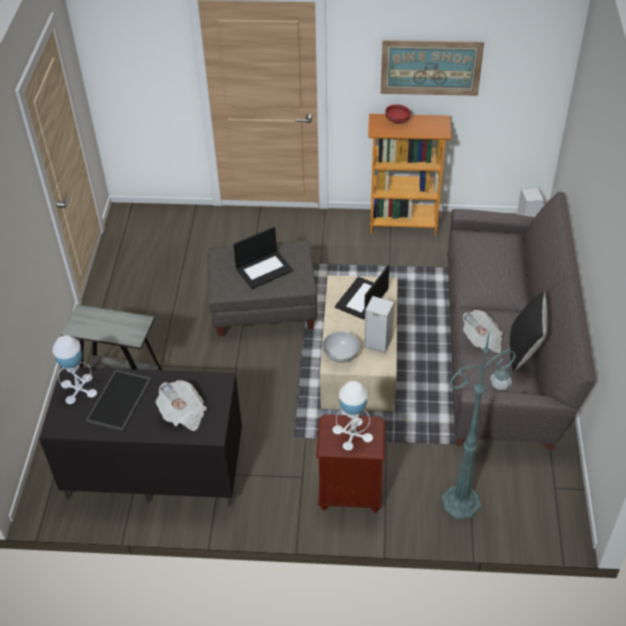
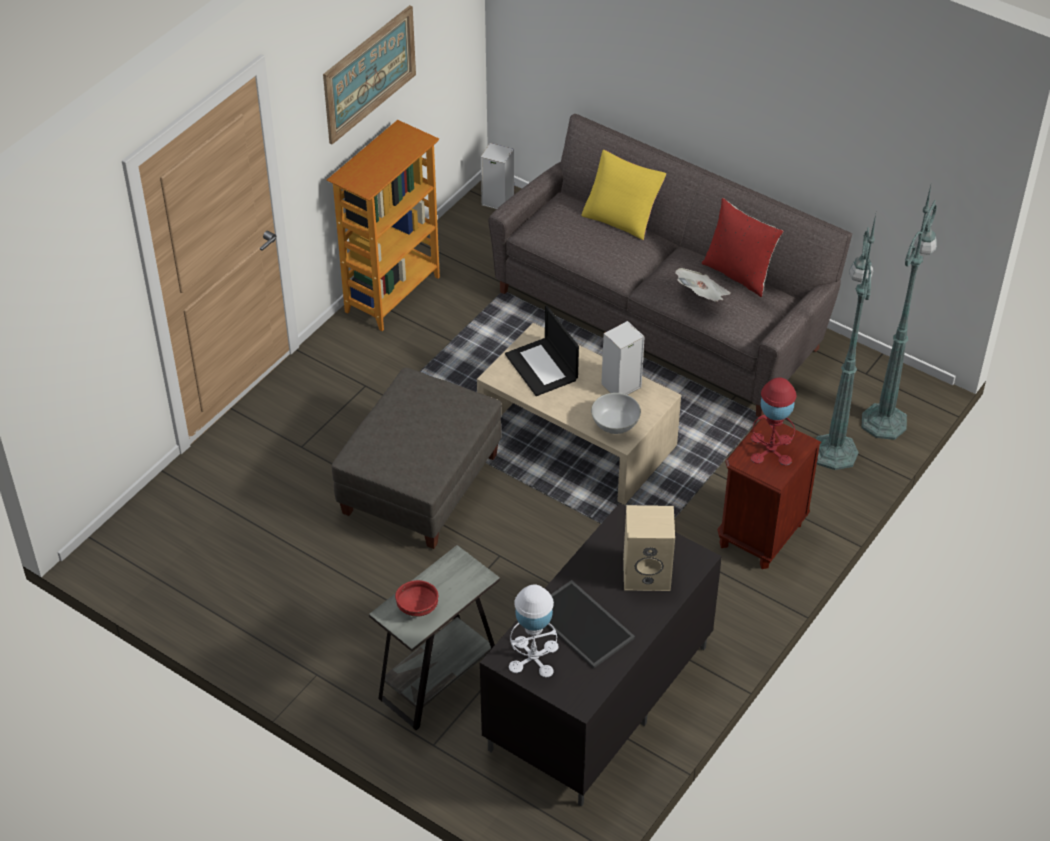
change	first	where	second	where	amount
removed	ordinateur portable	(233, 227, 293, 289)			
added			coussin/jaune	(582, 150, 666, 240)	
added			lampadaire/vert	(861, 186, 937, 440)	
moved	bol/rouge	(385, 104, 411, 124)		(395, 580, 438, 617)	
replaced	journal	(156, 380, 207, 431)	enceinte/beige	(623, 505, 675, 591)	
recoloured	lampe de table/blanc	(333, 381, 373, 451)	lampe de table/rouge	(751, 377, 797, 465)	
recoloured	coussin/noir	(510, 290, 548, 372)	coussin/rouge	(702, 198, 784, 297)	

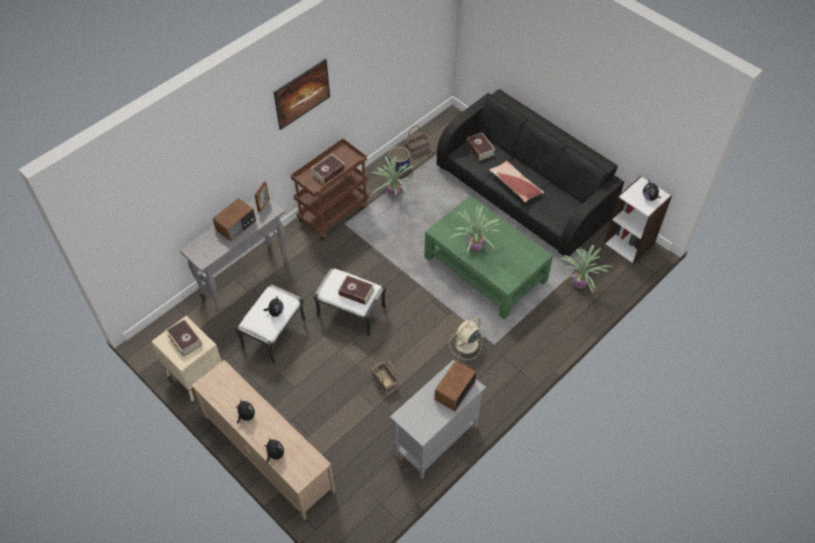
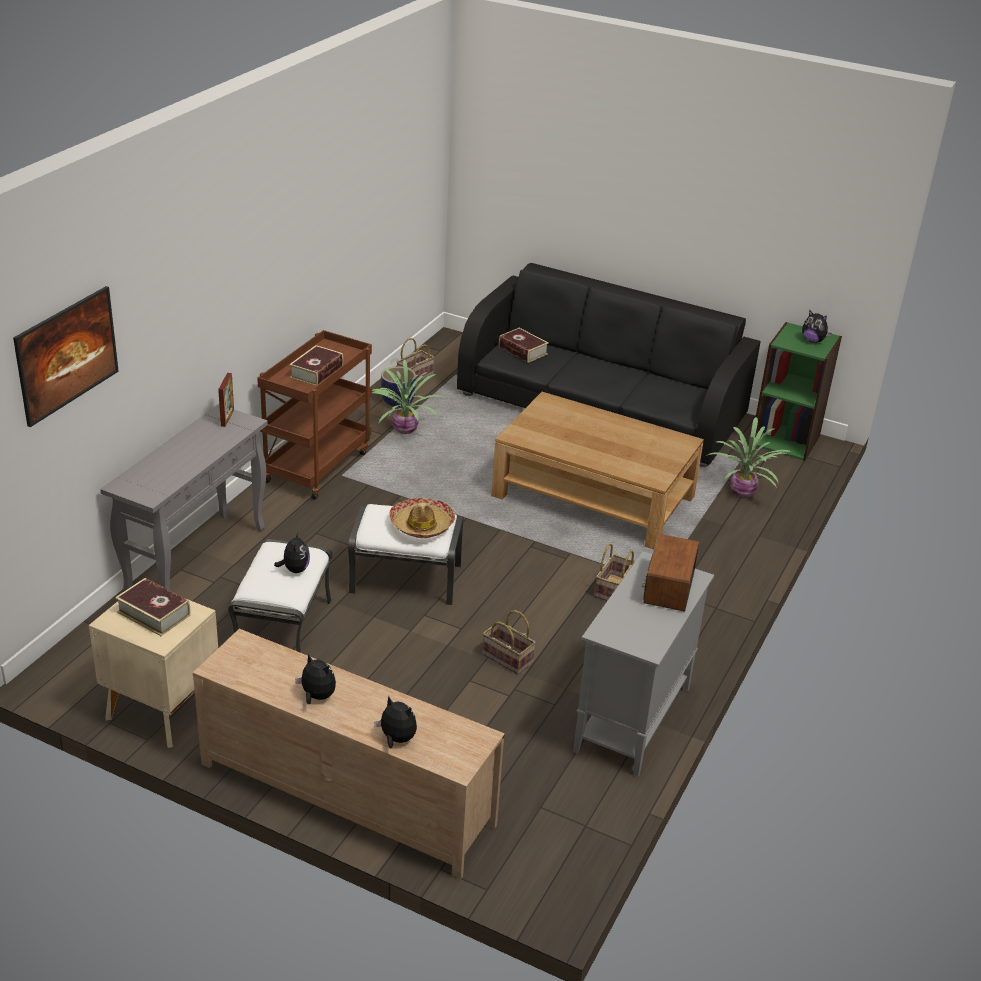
change	first	where	second	where	amount
removed	radio	(213, 198, 256, 241)			
removed	plante en pot	(449, 205, 499, 253)			
removed	coussin	(489, 161, 544, 202)			
moved	tableau	(273, 59, 330, 130)		(13, 286, 119, 427)	
replaced	livre	(338, 275, 374, 305)	chapeau	(390, 498, 455, 538)	
replaced	ventilateur/beige	(449, 317, 484, 360)	panier	(595, 543, 635, 601)	
recoloured	table basse/vert	(424, 196, 553, 320)	table basse/marron	(492, 392, 704, 549)	
recoloured	bibliothèque/blanc	(604, 176, 672, 264)	bibliothèque/vert	(755, 322, 842, 461)	

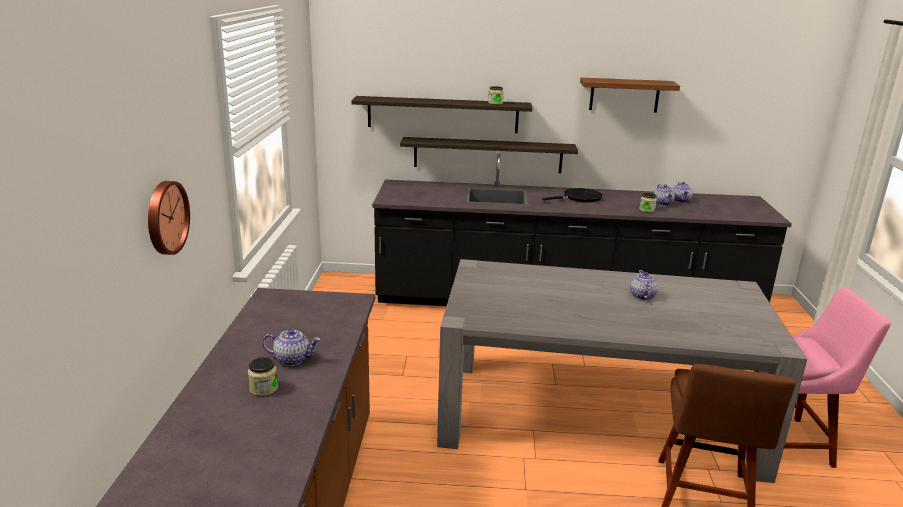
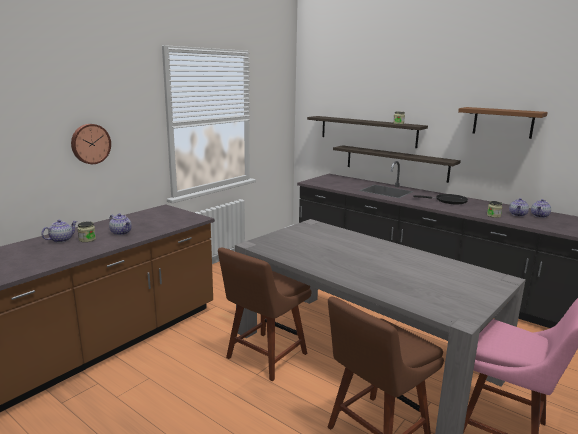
change	first	where	second	where	amount
added			chaise/marron	(218, 248, 311, 382)	
moved	théière	(630, 270, 658, 300)		(41, 220, 77, 243)	

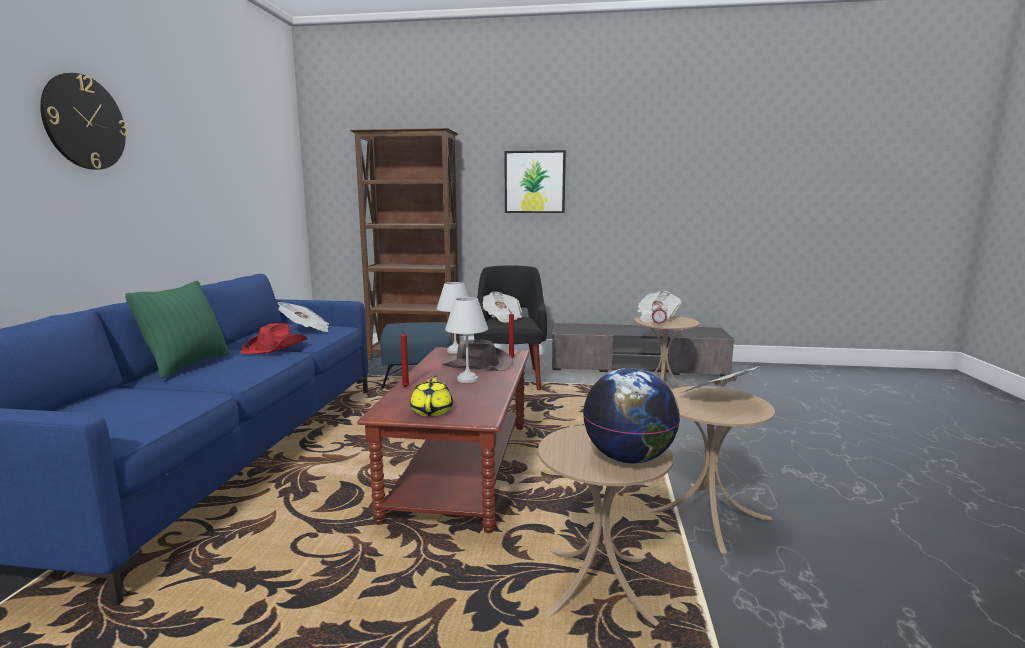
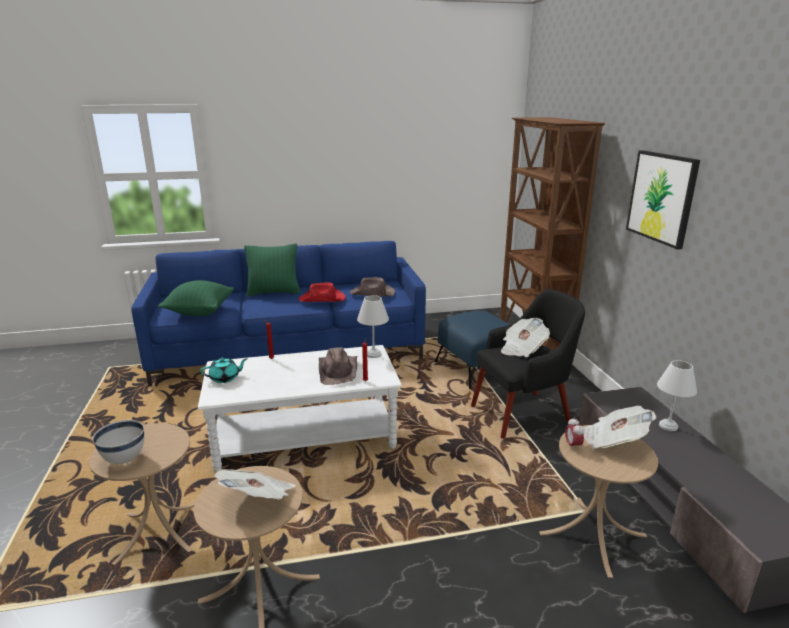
change	first	where	second	where	amount
removed	horloge murale	(40, 73, 128, 170)			
added			coussin/vert	(158, 280, 234, 316)	
moved	lampe de table/blanc	(445, 297, 488, 383)		(657, 360, 697, 431)	
replaced	journal	(278, 302, 329, 332)	chapeau/marron	(350, 277, 395, 297)	
replaced	globe	(583, 368, 680, 463)	bol/blanc	(92, 420, 144, 464)	
recoloured	table basse/marron	(357, 347, 530, 533)	table basse/blanc	(198, 345, 402, 472)	
recoloured	théière/jaune	(410, 376, 453, 416)	théière/turquoise	(200, 358, 247, 383)	

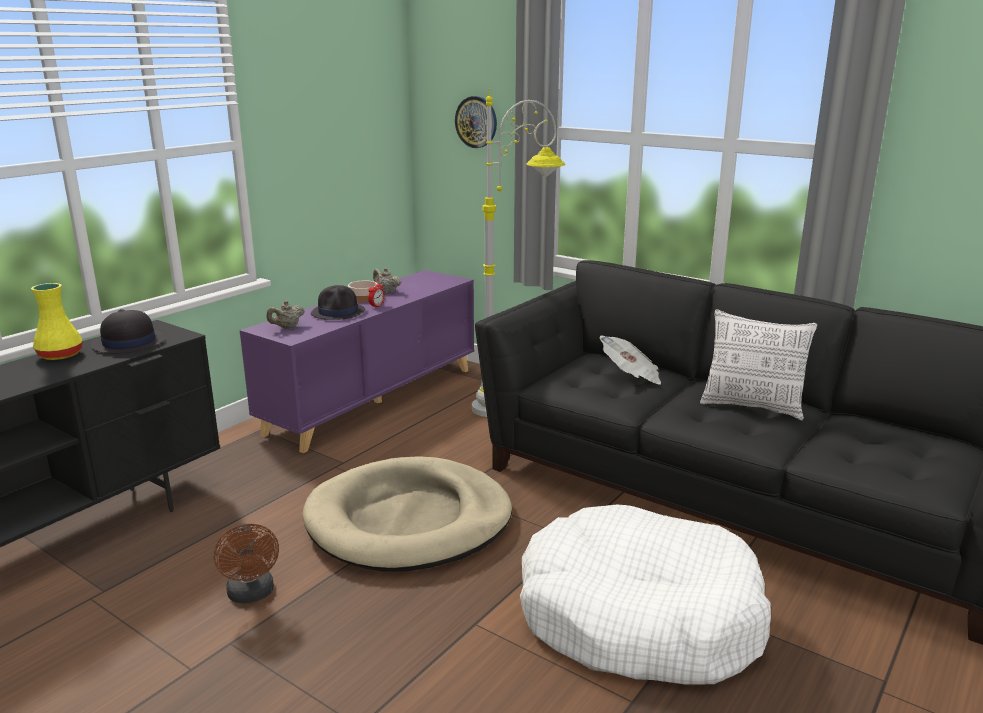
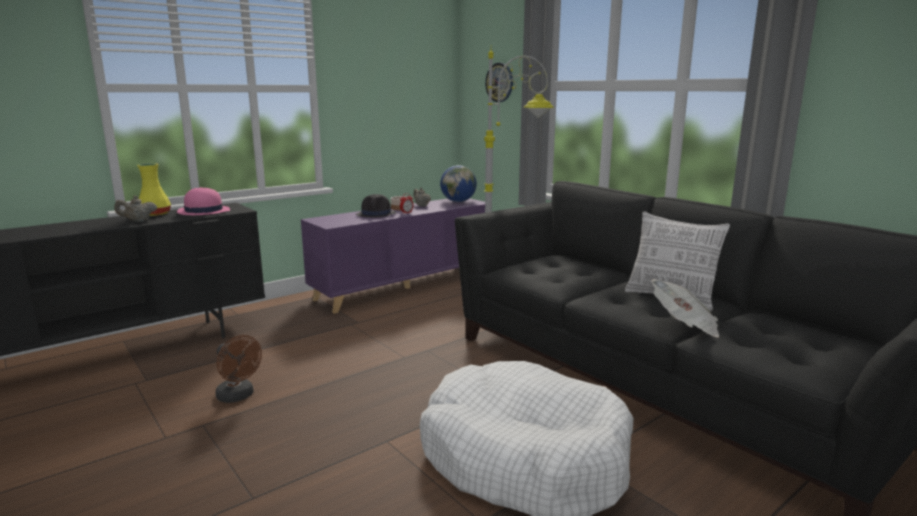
change	first	where	second	where	amount
removed	panier pour chien/beige	(302, 456, 512, 572)			
added			globe	(440, 165, 477, 202)	
moved	théière/beige	(267, 301, 305, 329)		(114, 196, 157, 222)	
moved	journal	(599, 336, 661, 384)		(652, 279, 719, 337)	
recoloured	chapeau/noir	(91, 309, 166, 353)	chapeau/rose	(177, 187, 230, 215)	
turned	ventilateur/marron	(214, 523, 279, 604)		(215, 335, 262, 403)	45 degrees counterclockwise

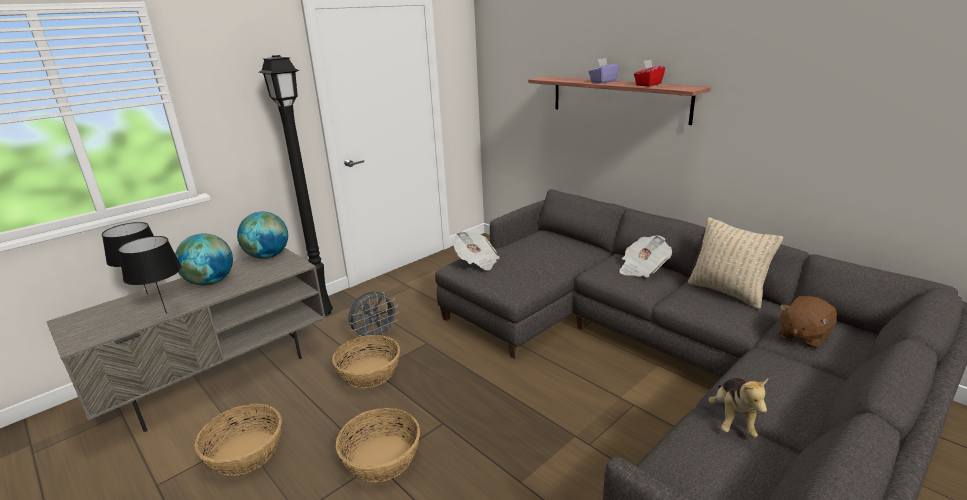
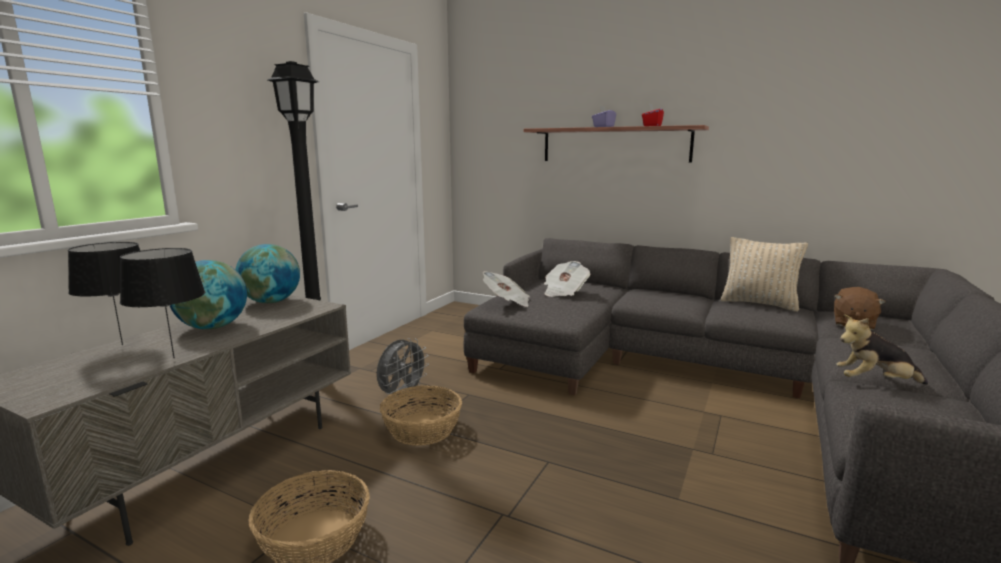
change	first	where	second	where	amount
removed	panier	(336, 408, 420, 482)			
moved	journal	(619, 236, 672, 278)		(544, 261, 590, 297)	
turned	peluche	(708, 378, 768, 438)		(836, 314, 928, 385)	105 degrees clockwise

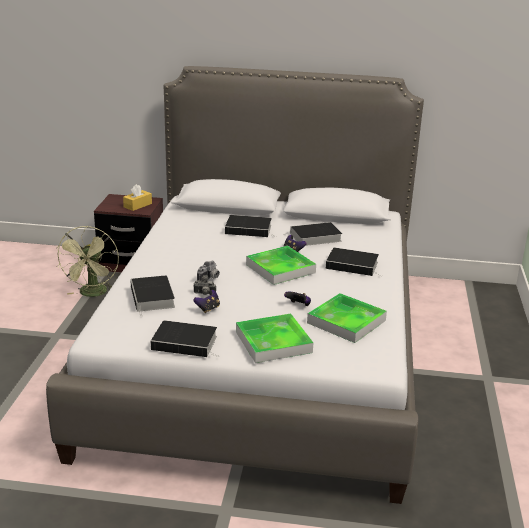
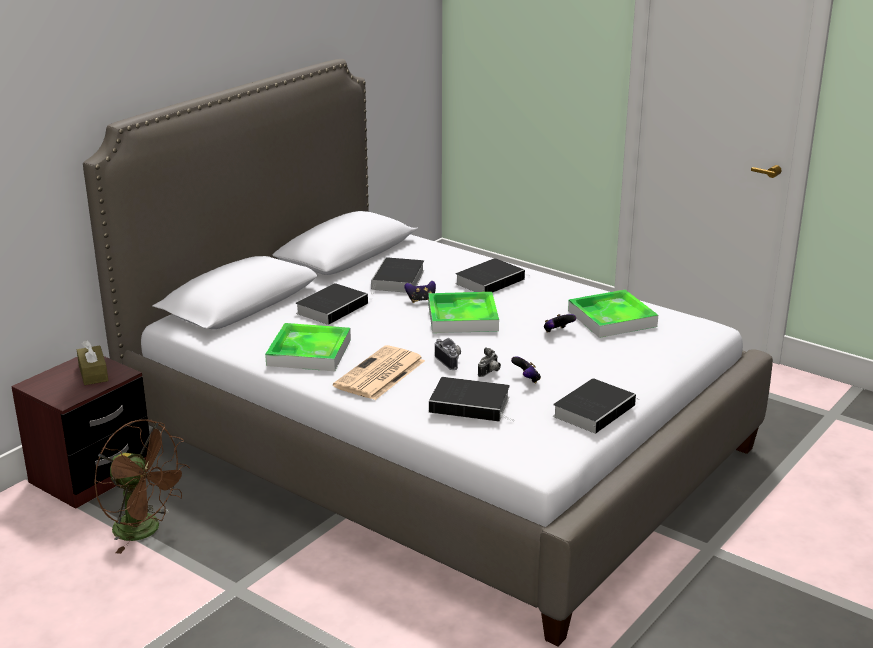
change	first	where	second	where	amount
added			journal	(333, 345, 425, 400)	
moved	plateau	(236, 314, 313, 363)		(265, 323, 351, 371)	
recoloured	ventilateur/vert	(56, 226, 119, 297)	ventilateur/marron	(94, 419, 190, 554)	
recoloured	boîte à mouchoirs/jaune	(123, 184, 152, 211)	boîte à mouchoirs/marron	(77, 340, 108, 385)	

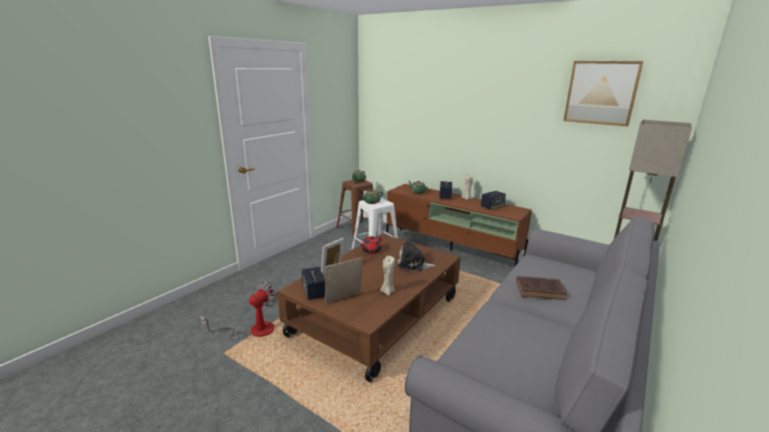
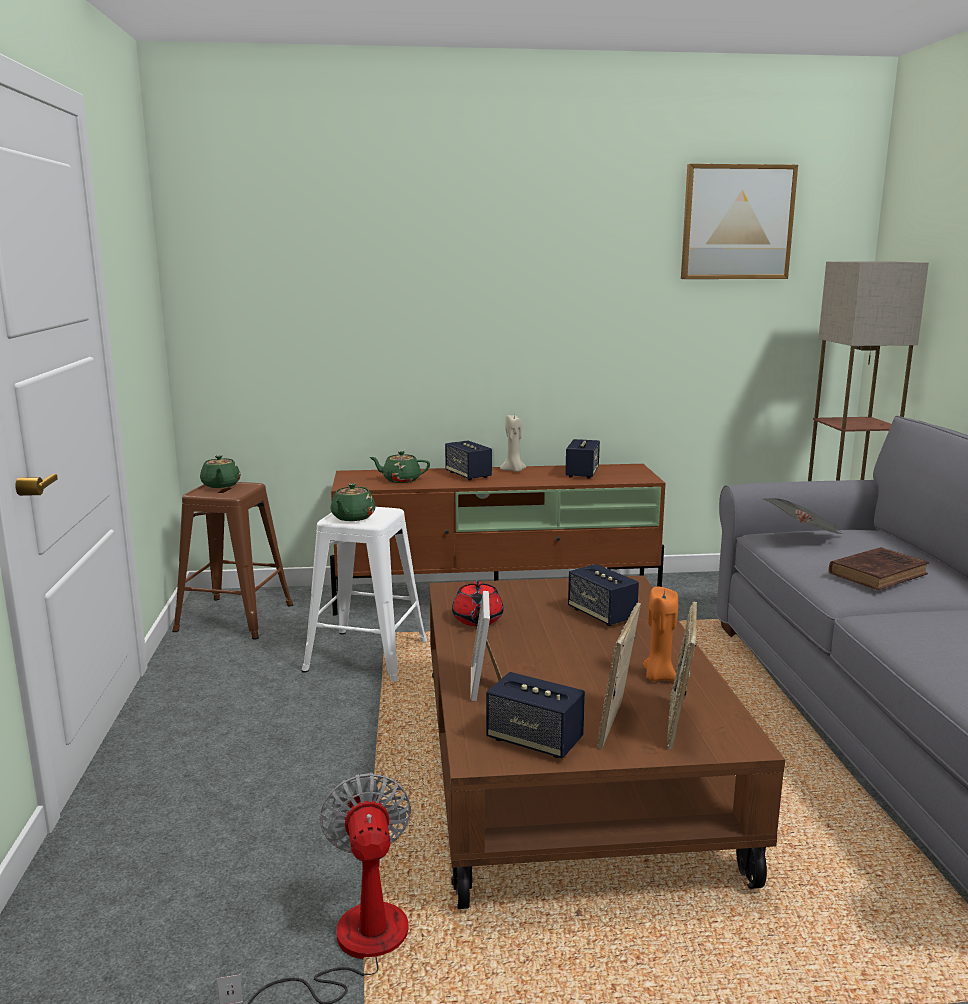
change	first	where	second	where	amount
added			cadre photo	(666, 601, 697, 750)	
added			journal	(764, 498, 842, 534)	
replaced	peluche	(397, 237, 436, 271)	enceinte	(568, 564, 639, 626)	
recoloured	bougie/beige	(380, 256, 395, 295)	bougie/orange	(643, 587, 678, 681)	

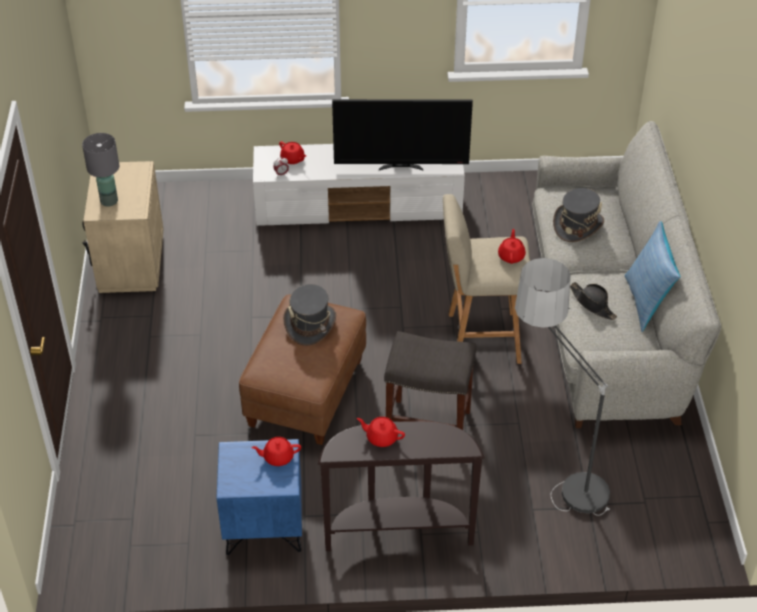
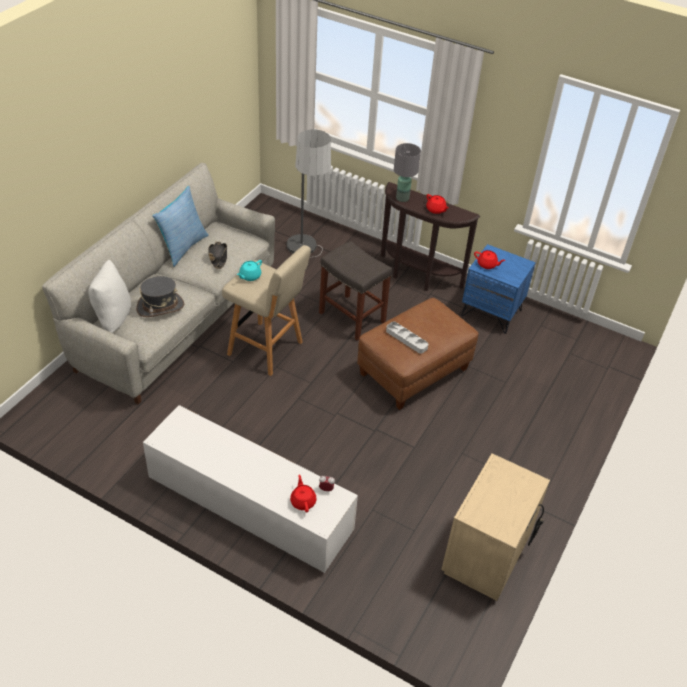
change	first	where	second	where	amount
removed	téléviseur	(332, 99, 473, 170)			
added			coussin/blanc	(88, 260, 131, 333)	
moved	lampe de table/gris	(82, 133, 119, 207)		(394, 143, 421, 202)	
replaced	chapeau/gris	(283, 284, 336, 346)	plateau/gris	(386, 321, 428, 354)	
recoloured	théière/rouge	(498, 229, 526, 264)	théière/turquoise	(237, 260, 262, 281)	

